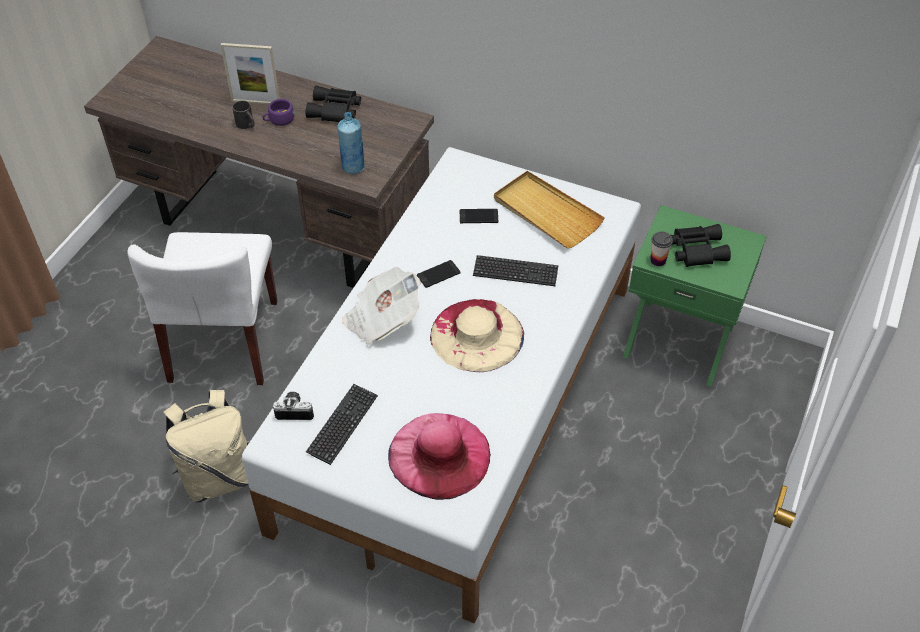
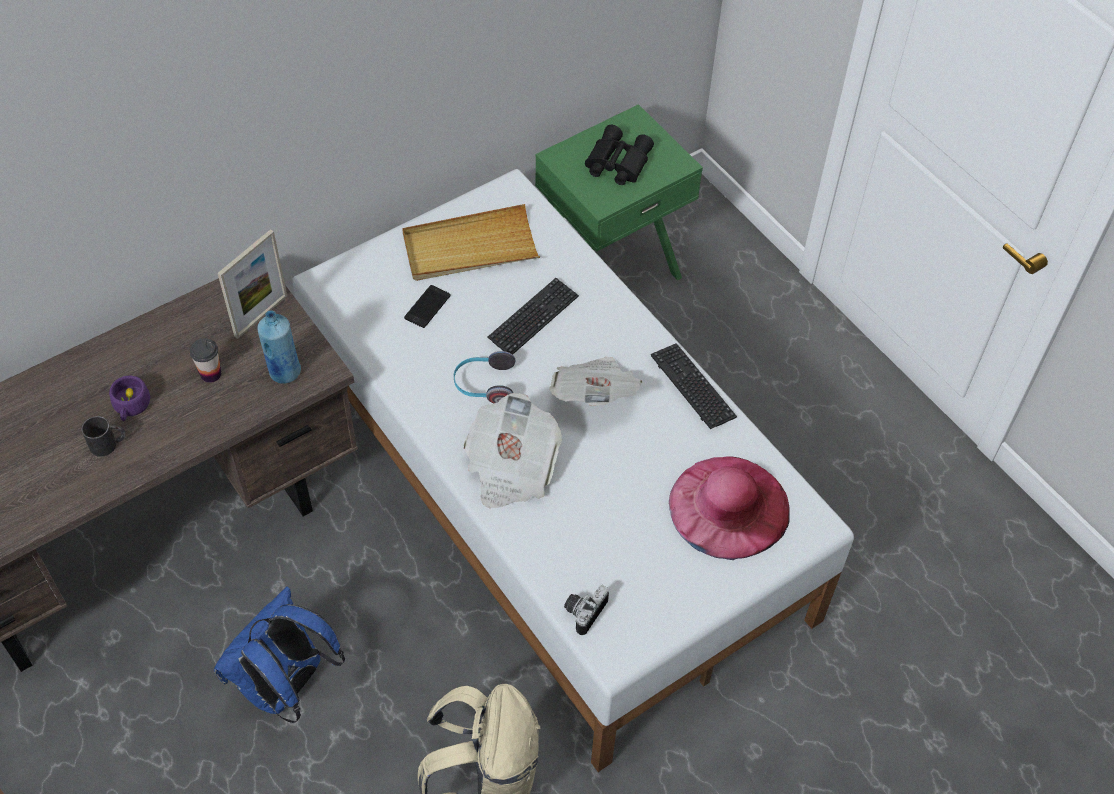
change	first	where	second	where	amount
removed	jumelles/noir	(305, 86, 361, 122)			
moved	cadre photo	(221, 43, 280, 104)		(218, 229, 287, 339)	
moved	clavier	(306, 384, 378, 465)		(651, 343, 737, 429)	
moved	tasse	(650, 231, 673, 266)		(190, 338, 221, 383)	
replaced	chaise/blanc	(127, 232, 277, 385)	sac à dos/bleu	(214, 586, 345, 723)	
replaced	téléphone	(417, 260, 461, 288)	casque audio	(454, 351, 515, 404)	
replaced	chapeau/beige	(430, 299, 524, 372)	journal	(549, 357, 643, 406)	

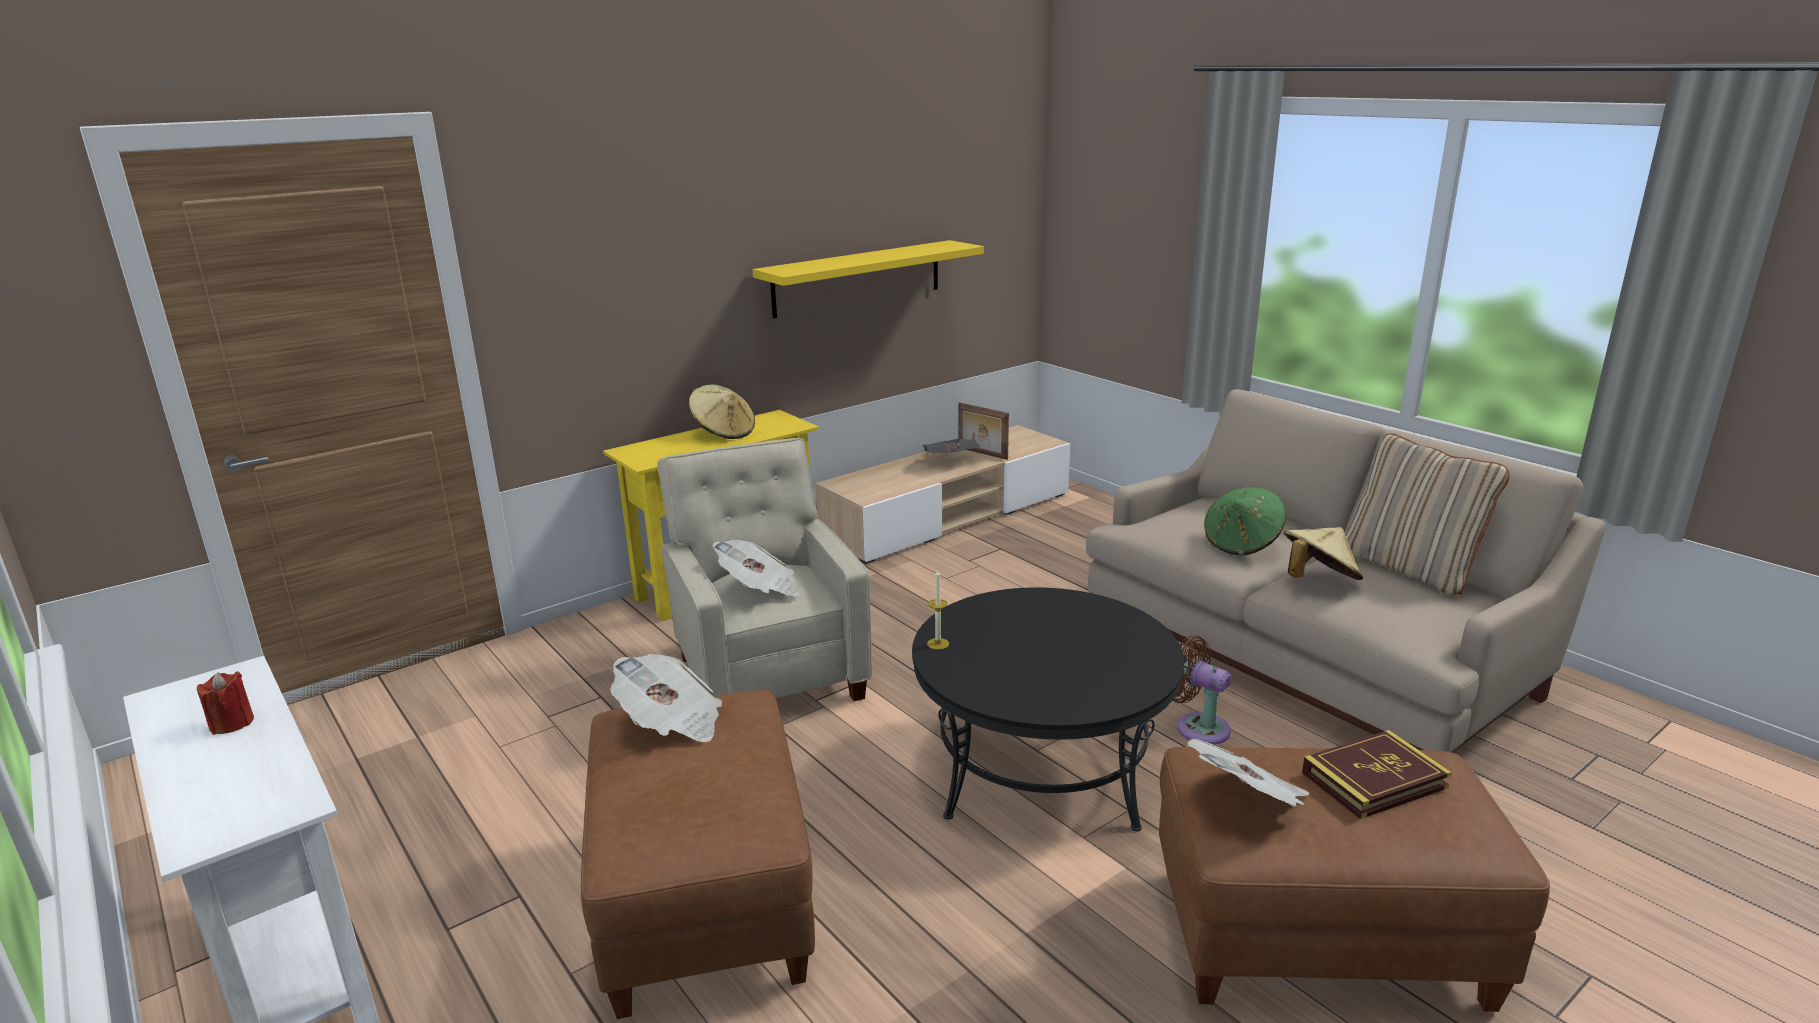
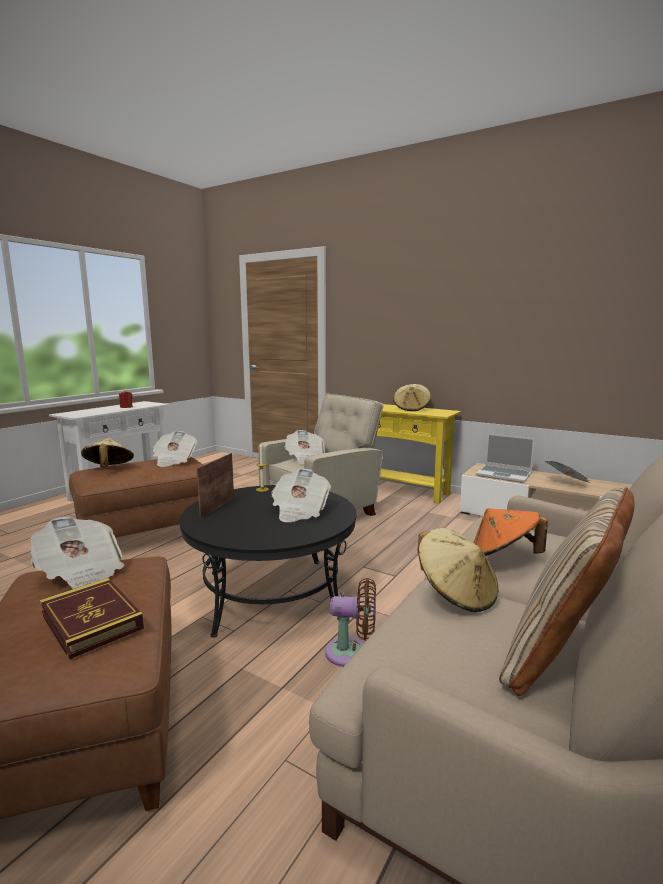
change	first	where	second	where	amount
removed	étagère/jaune	(752, 240, 984, 319)			
added			chapeau/beige	(81, 438, 134, 468)	
added			journal	(271, 468, 331, 522)	
added			ordinateur portable	(476, 433, 535, 483)	
moved	cadre photo	(958, 402, 1009, 460)		(197, 453, 234, 518)	
recoloured	chapeau/vert	(1204, 487, 1286, 555)	chapeau/orange	(473, 508, 548, 556)	
turned	ventilateur/marron	(1173, 636, 1232, 745)		(325, 578, 376, 667)	75 degrees clockwise

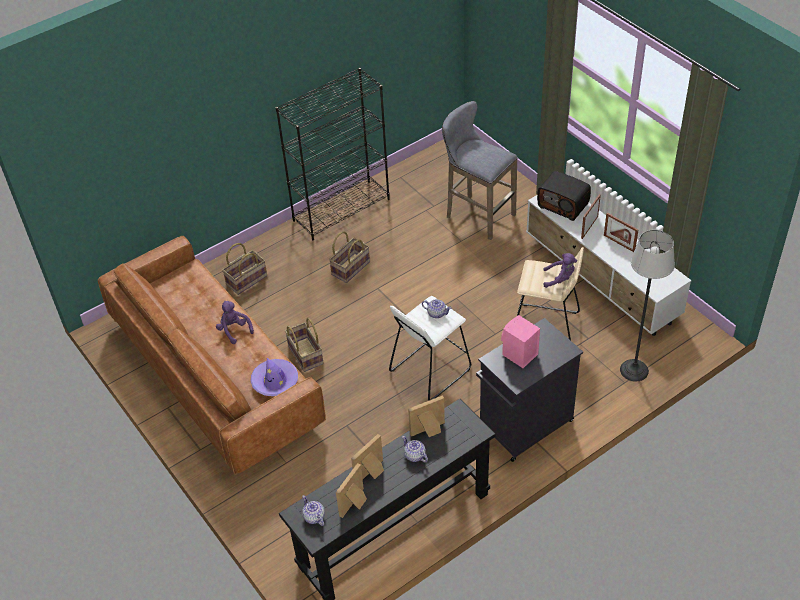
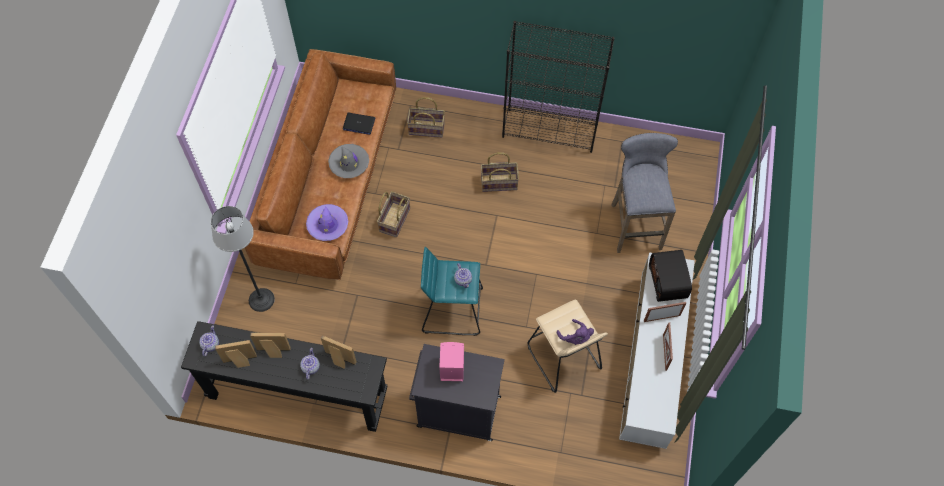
change	first	where	second	where	amount
added			ordinateur portable	(343, 113, 375, 135)	
moved	lampadaire	(620, 230, 675, 382)		(211, 206, 275, 312)	
replaced	peluche/violet	(216, 301, 254, 344)	chapeau/gris	(328, 144, 369, 178)	
recoloured	tabouret/blanc	(389, 296, 471, 401)	tabouret/turquoise	(421, 247, 483, 336)	

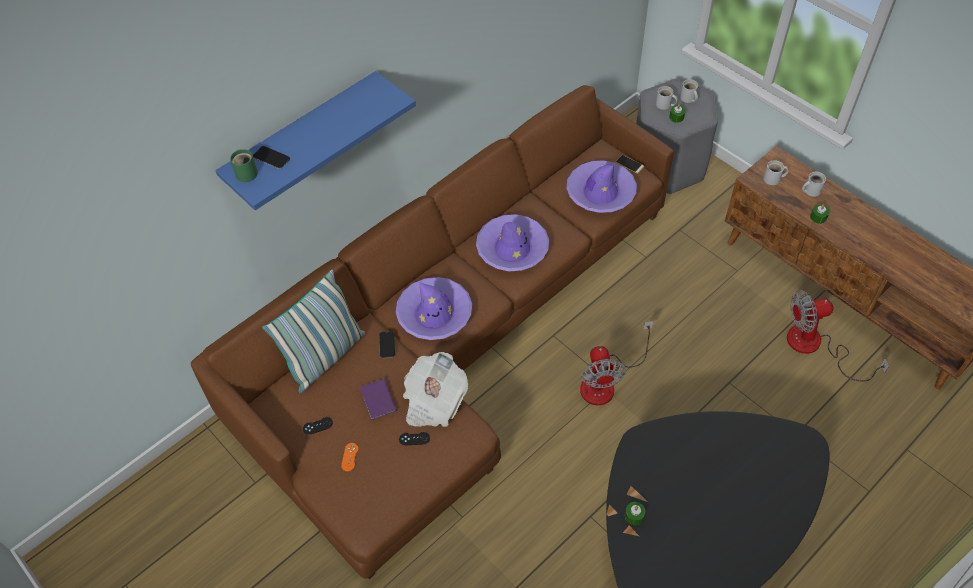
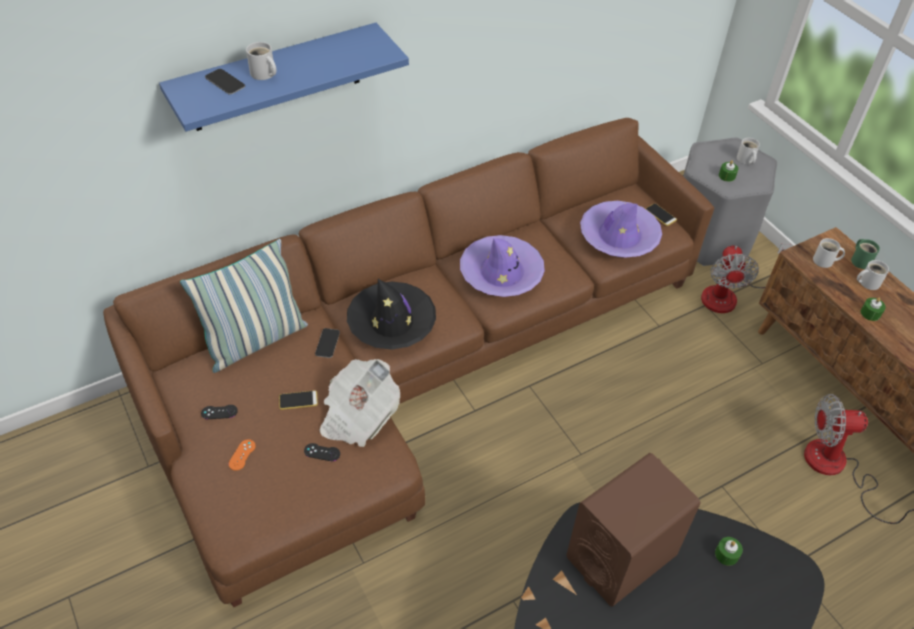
change	first	where	second	where	amount
added			enceinte/marron	(567, 453, 701, 606)	
moved	mug/vert	(230, 149, 258, 182)		(851, 239, 880, 269)	
moved	ventilateur	(580, 321, 654, 405)		(701, 244, 790, 313)	
moved	bougie/vert	(625, 502, 646, 525)		(715, 537, 743, 566)	
moved	mug/blanc	(656, 86, 678, 110)		(246, 42, 276, 80)	
replaced	livre/violet	(360, 376, 397, 420)	téléphone	(279, 390, 318, 410)	
recoloured	chapeau/violet	(396, 277, 472, 340)	chapeau/noir	(347, 279, 436, 350)	

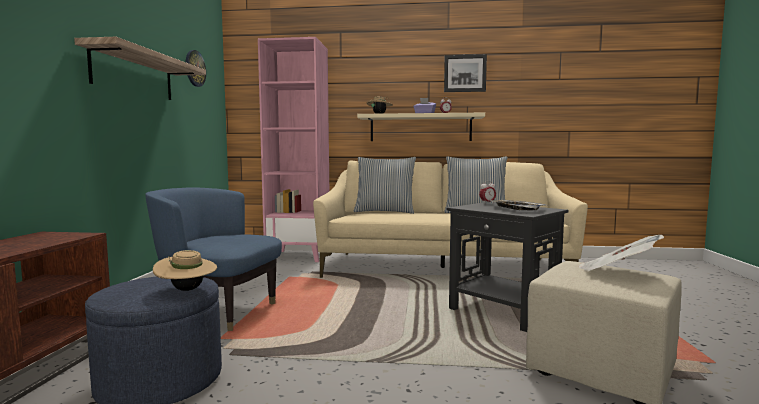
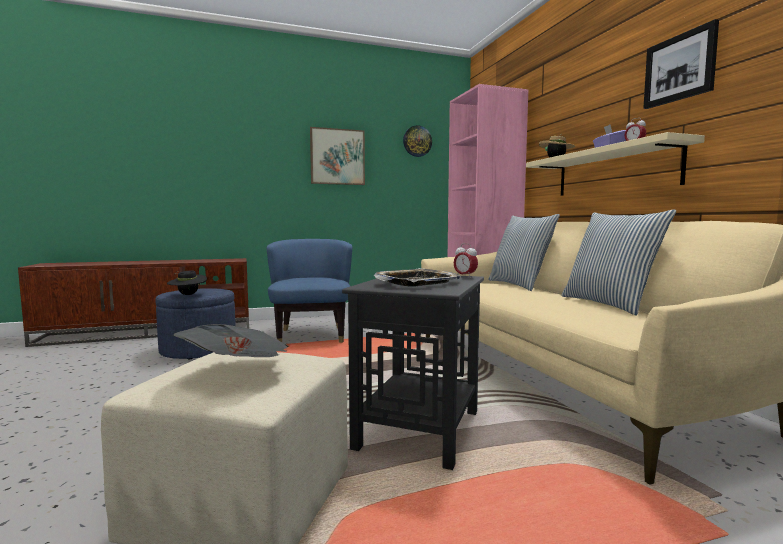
change	first	where	second	where	amount
replaced	étagère	(74, 37, 206, 100)	tableau	(310, 127, 365, 185)	
recoloured	chapeau/beige	(153, 250, 217, 291)	chapeau/noir	(167, 271, 207, 295)	

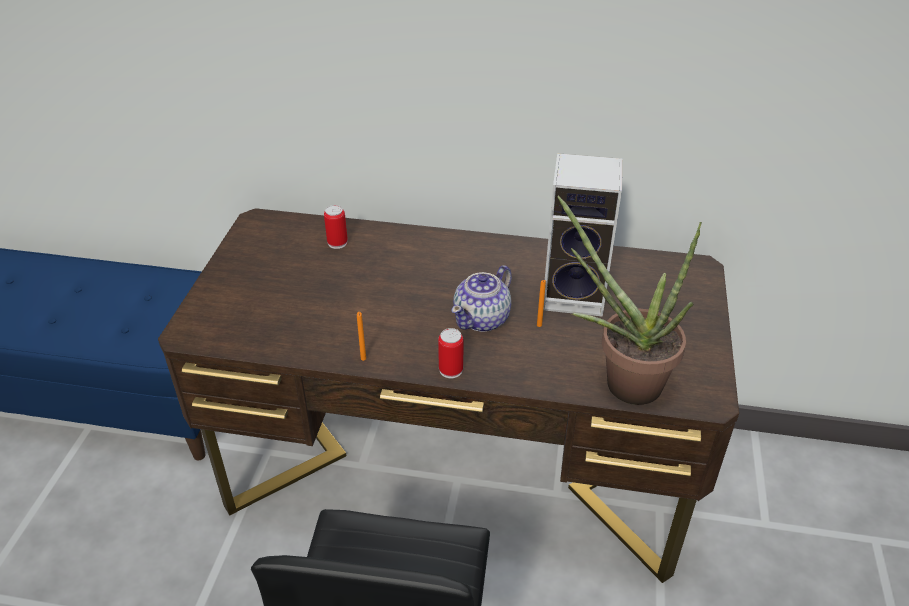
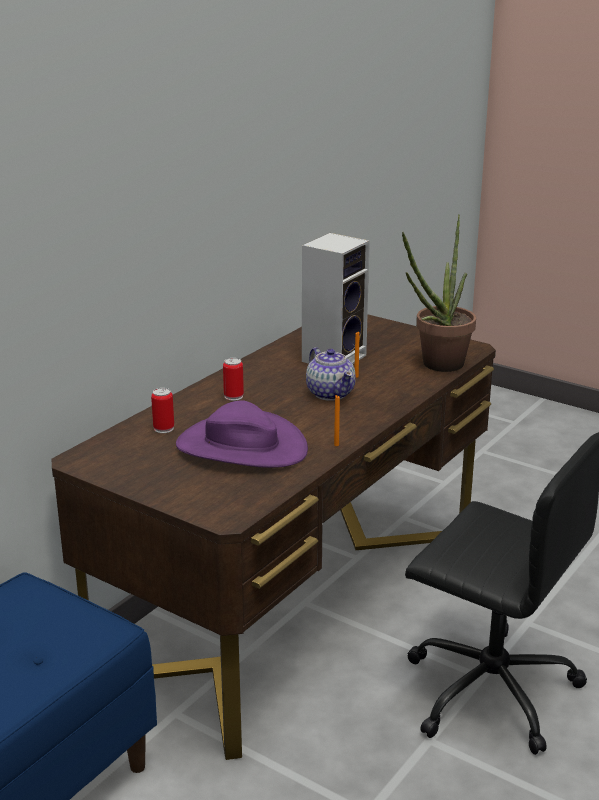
change	first	where	second	where	amount
added			chapeau/violet	(176, 400, 308, 468)	
moved	boîte métallique	(438, 328, 464, 379)		(223, 358, 244, 401)	

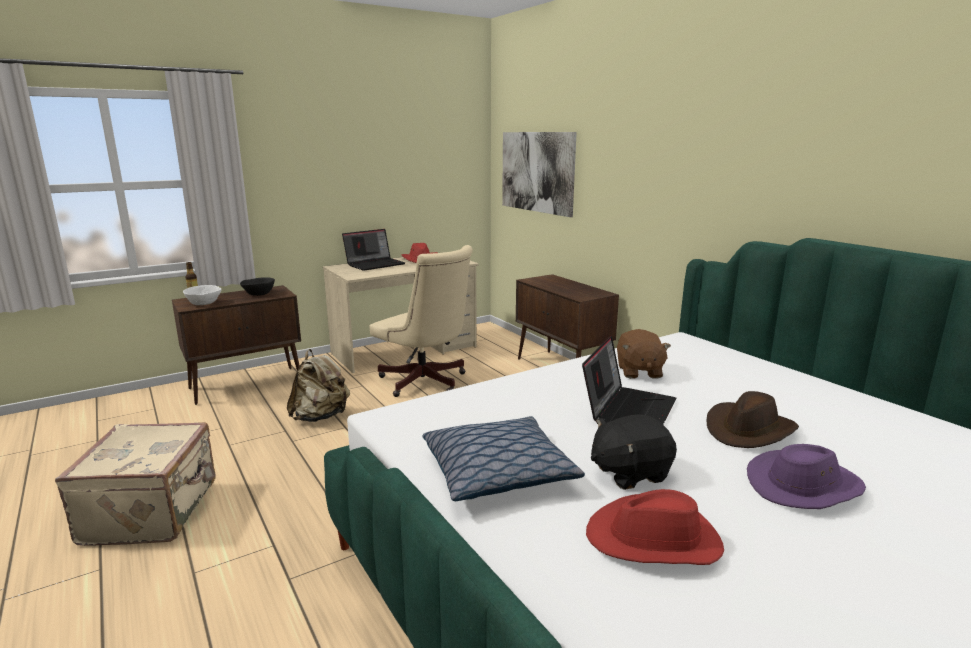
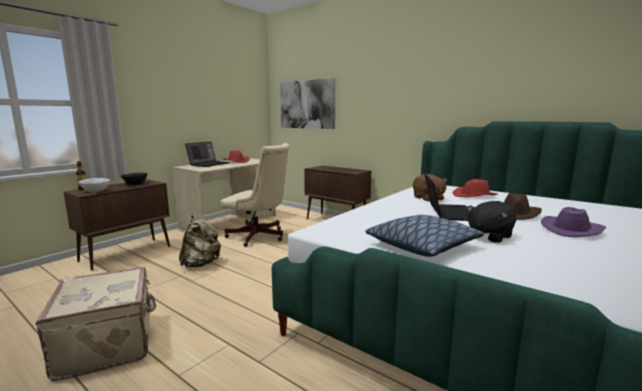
change	first	where	second	where	amount
moved	chapeau/rouge	(586, 489, 724, 565)		(453, 179, 498, 197)	

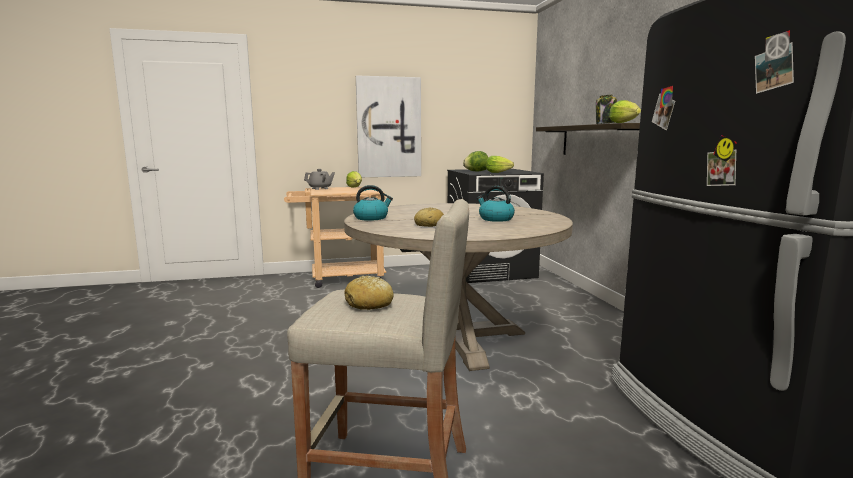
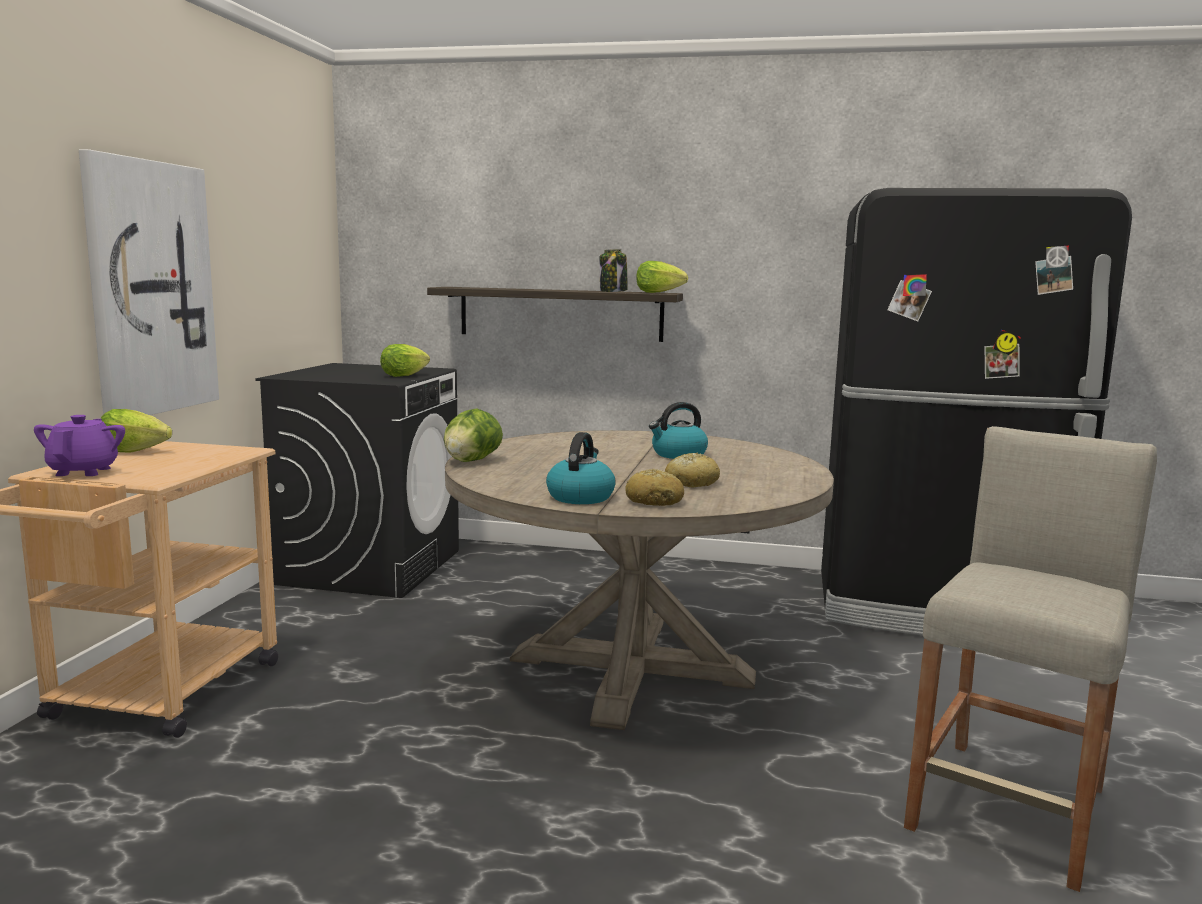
change	first	where	second	where	amount
moved	pain	(345, 276, 394, 310)		(625, 469, 684, 506)	
moved	laitue	(463, 151, 488, 172)		(444, 408, 503, 462)	
recoloured	théière/gris	(304, 169, 335, 190)	théière/violet	(34, 415, 125, 476)	

